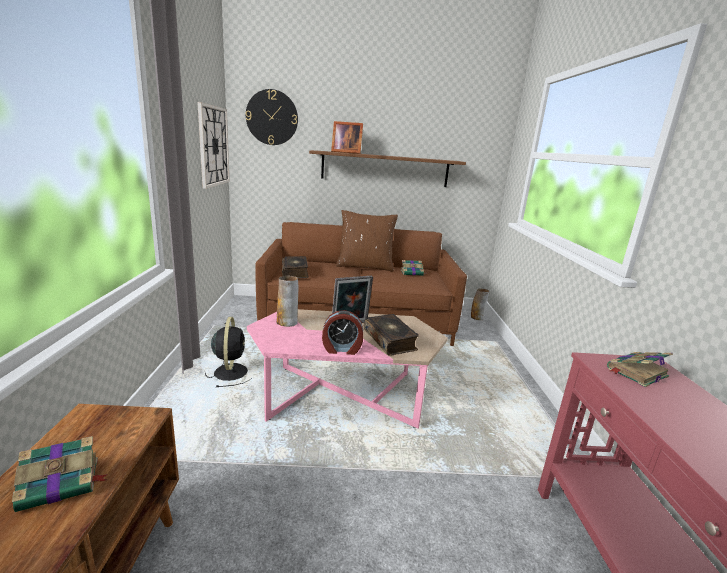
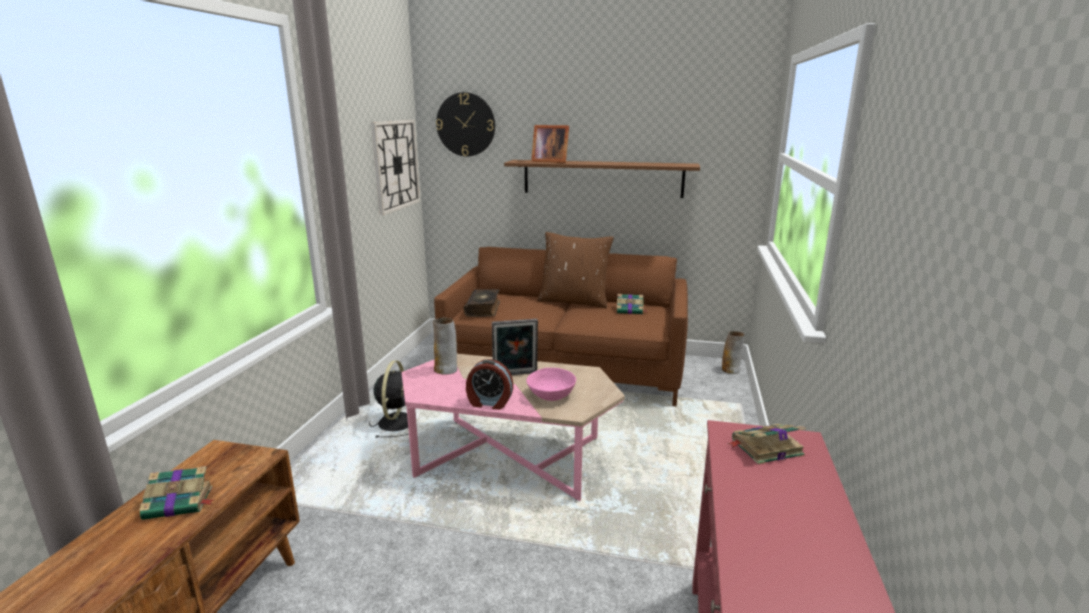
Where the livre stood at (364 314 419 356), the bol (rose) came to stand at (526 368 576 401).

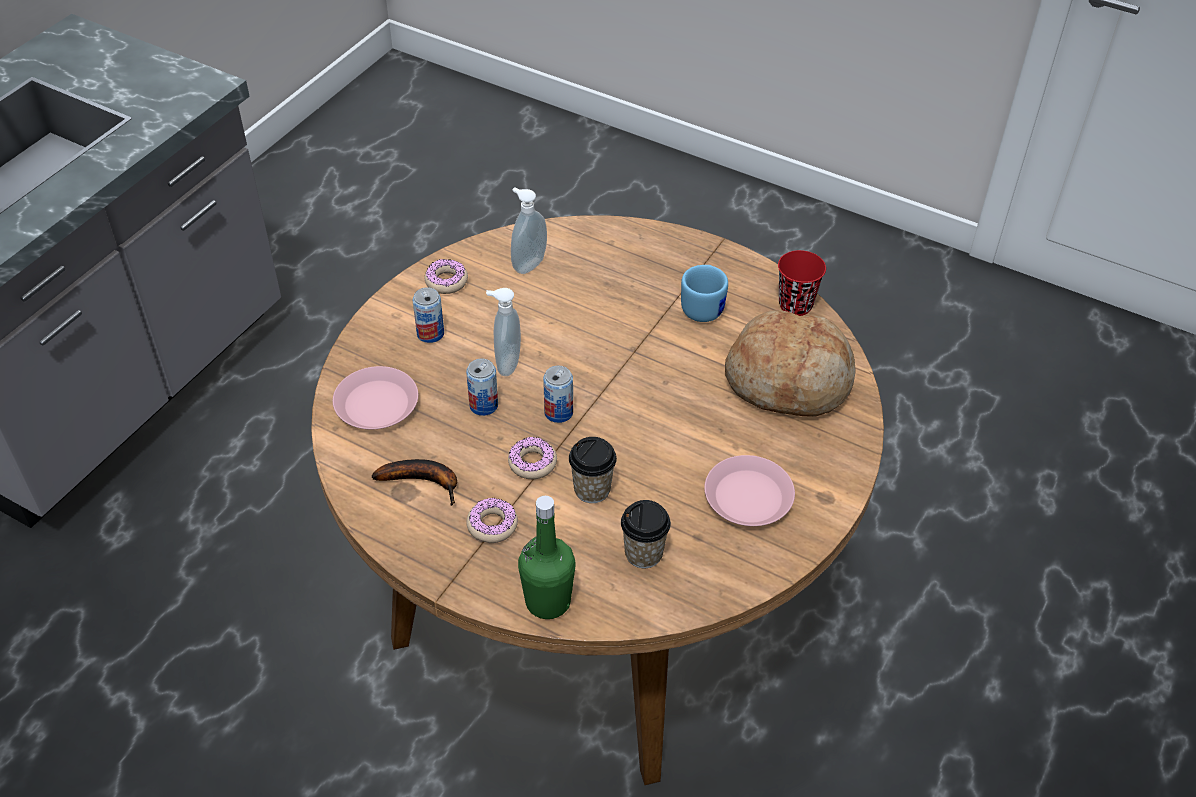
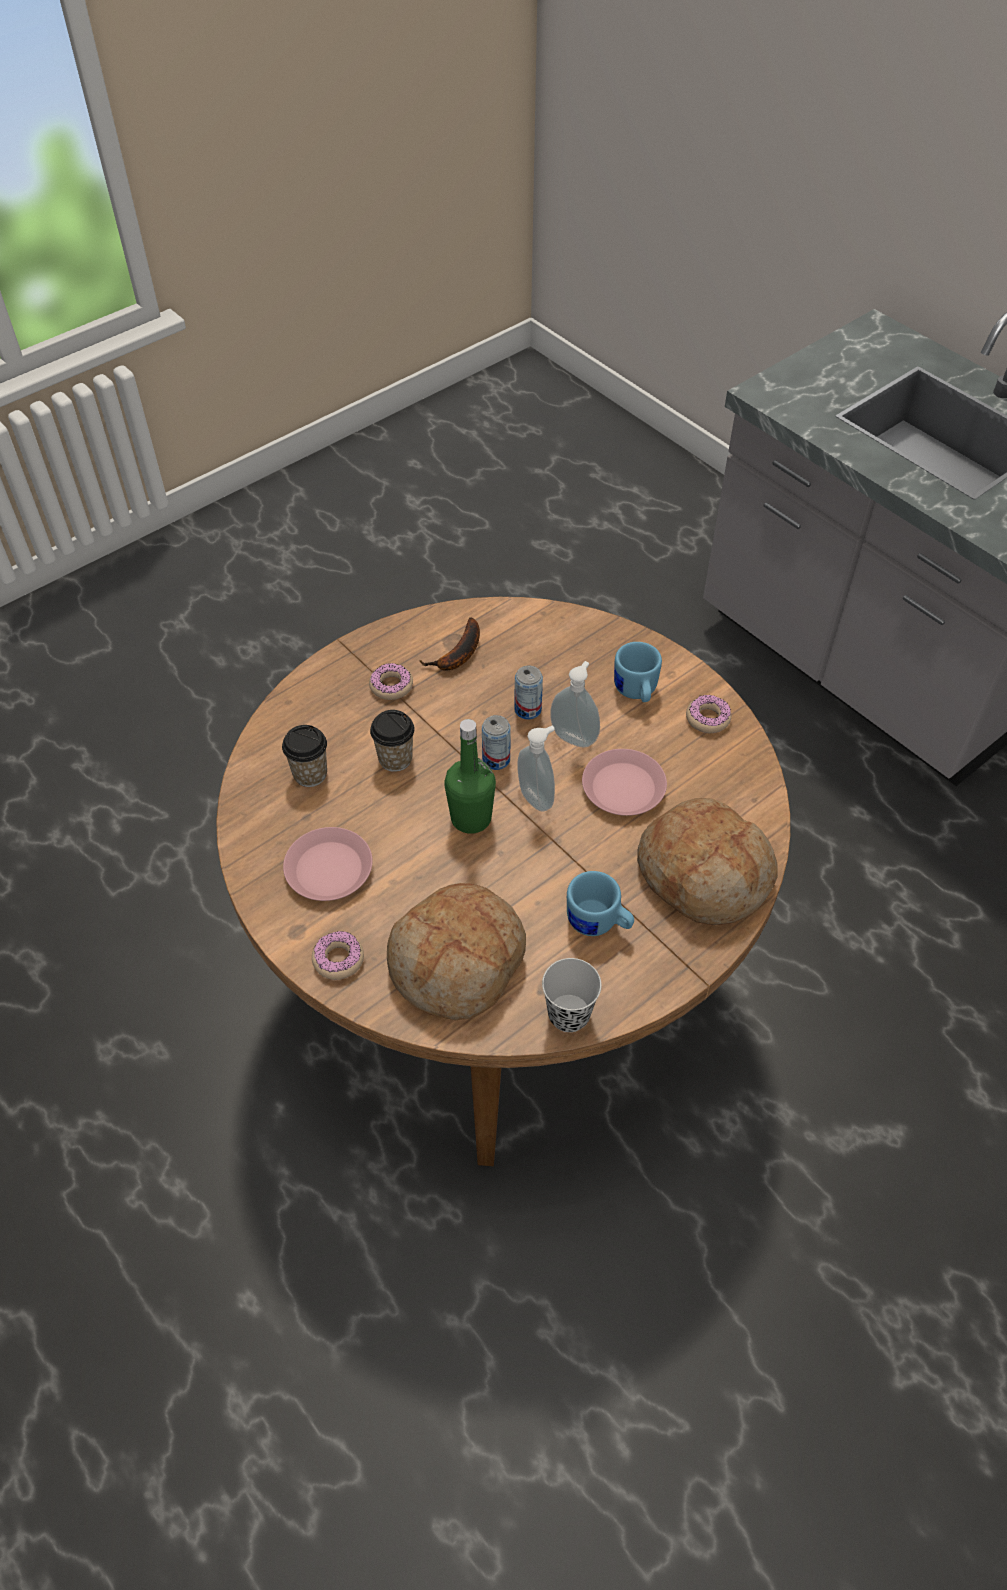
The second view gained the pain at (637 798 778 925). The assiette (rose) ended up elsewhere, having gone from (333 366 418 429) to (582 749 667 816). The beignet ended up elsewhere, having gone from (508 437 557 479) to (312 931 364 980). The distributeur de savon ended up elsewhere, having gone from (511 187 547 274) to (517 726 555 812). The bouteille (vert) ended up elsewhere, having gone from (518 496 576 619) to (444 719 496 834). Where the boîte métallique stood at (413 287 444 343), the mug (bleu) came to stand at (614 642 662 702). What was the tasse (rouge) at (778 250 826 316) turned into the tasse (noir) at (542 958 602 1032).

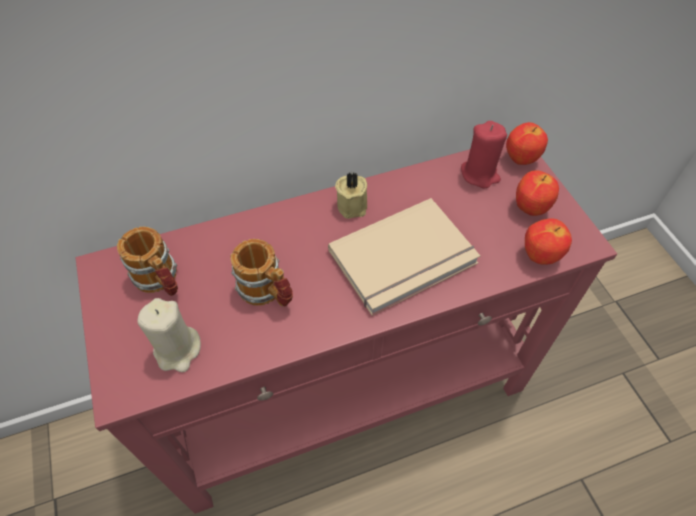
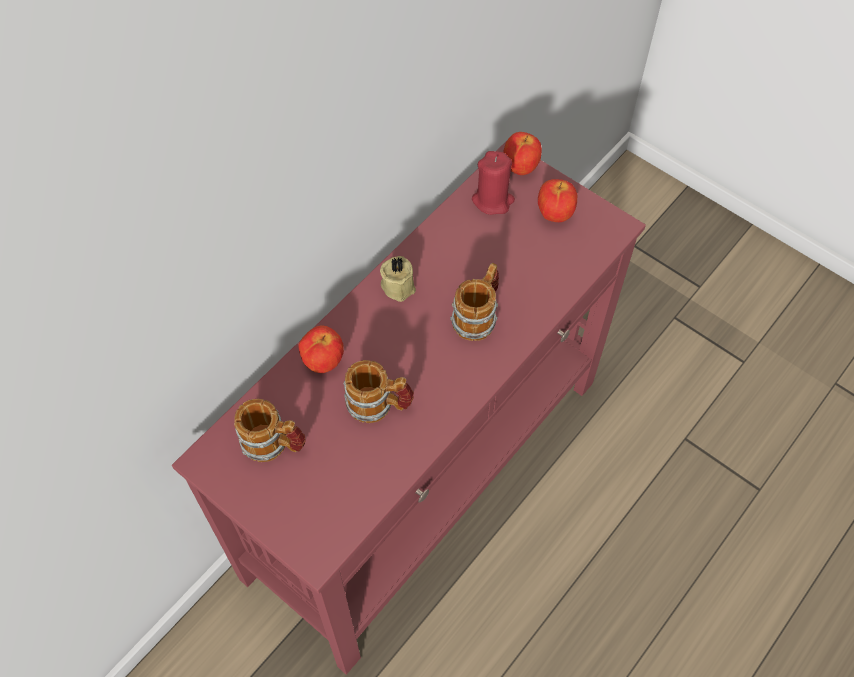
The second view lost the bougie (beige) at (138 298 201 372). The pomme ended up elsewhere, having gone from (525 219 572 265) to (298 326 344 373). Where the livre (beige) stood at (328 198 480 316), the mug came to stand at (450 263 499 341).

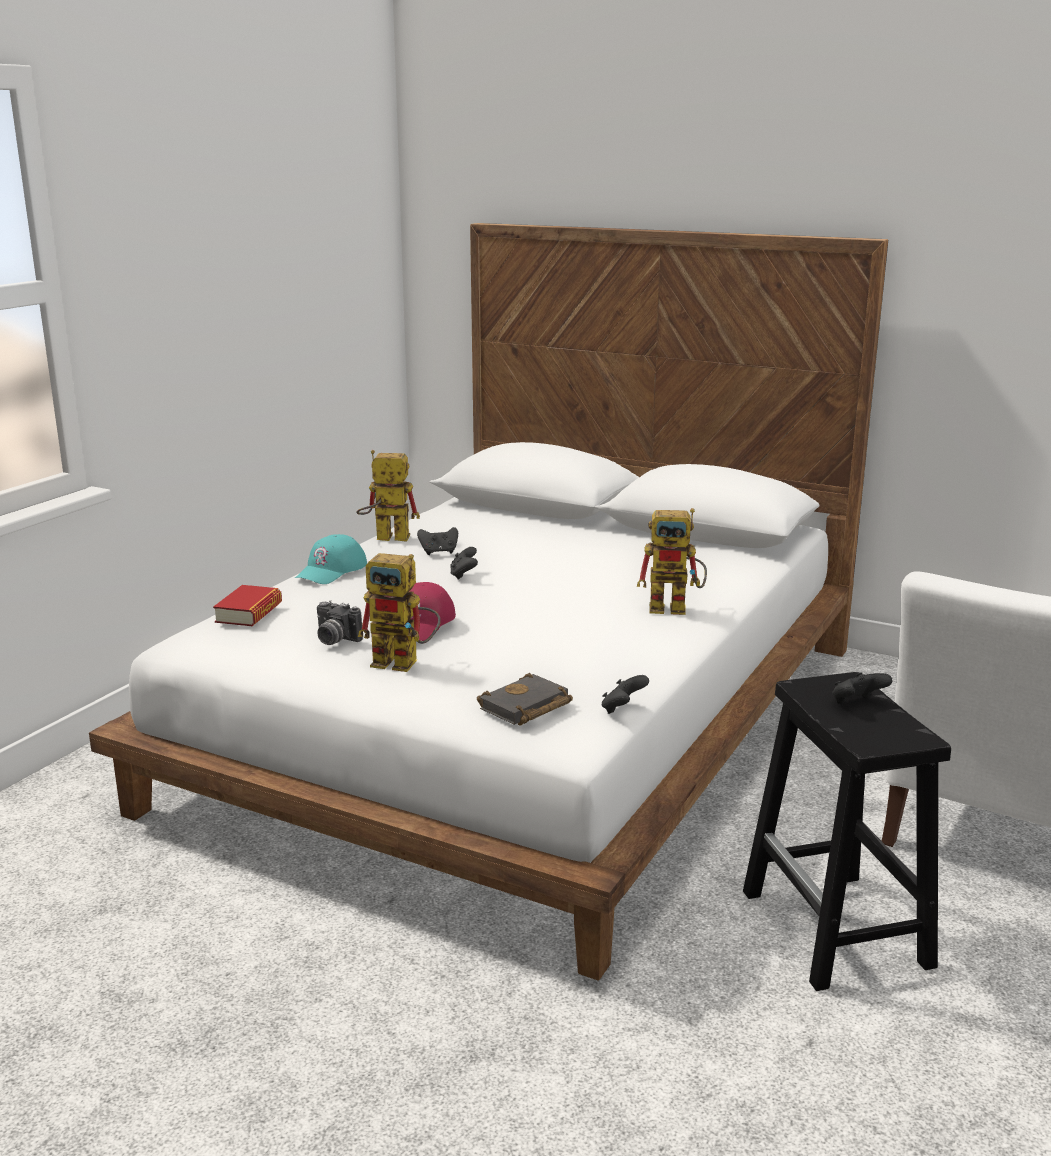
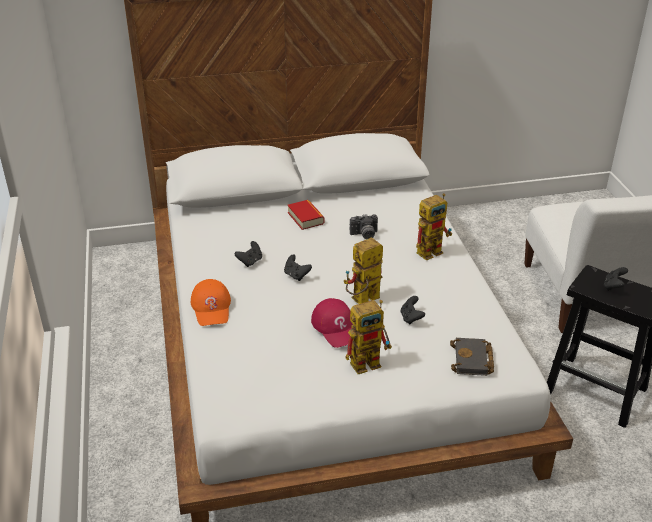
The livre ended up elsewhere, having gone from (213 585 282 626) to (287 200 324 230). The appareil photo ended up elsewhere, having gone from (317 601 363 645) to (350 214 378 239). The robot jouet ended up elsewhere, having gone from (357 450 420 542) to (344 237 383 304). The manette (noir) ended up elsewhere, having gone from (602 675 649 714) to (400 296 425 325). What was the casquette (turquoise) at (295 534 367 584) turned into the casquette (orange) at (191 279 231 326).

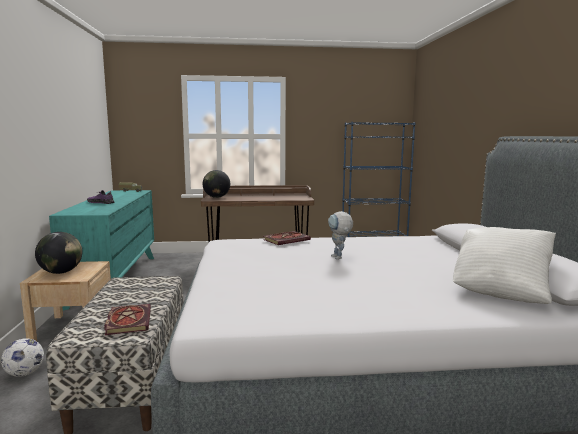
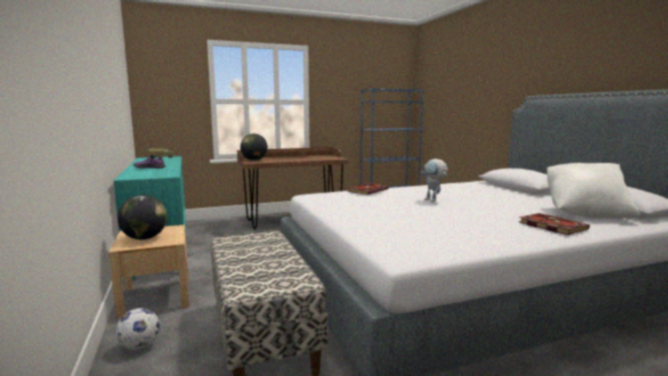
The livre ended up elsewhere, having gone from (104 304 151 335) to (519 213 590 235).

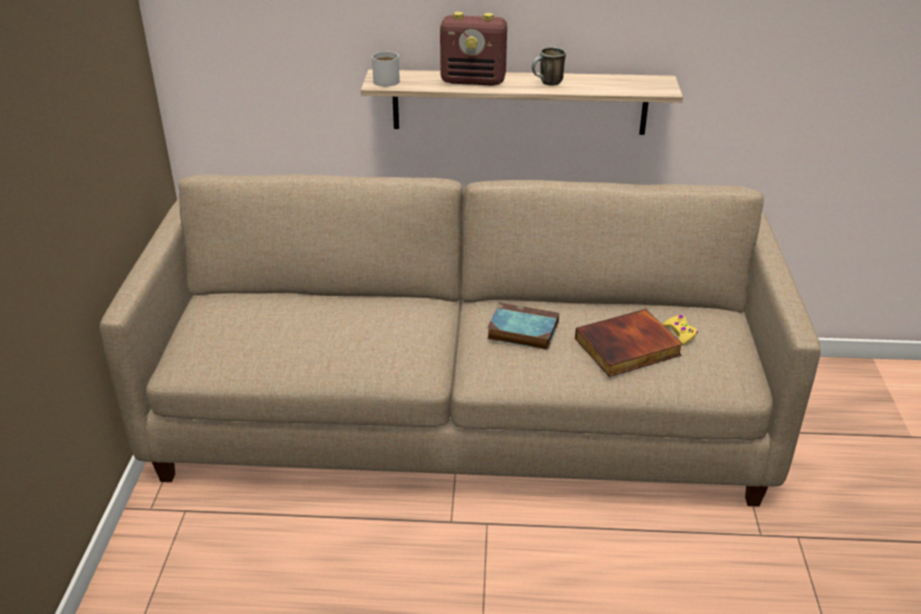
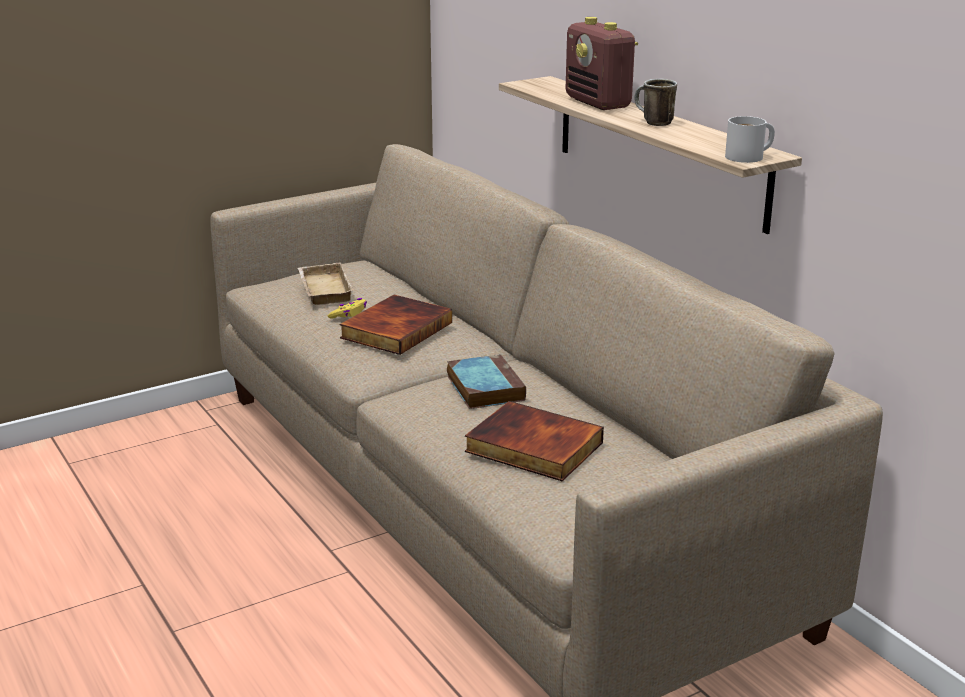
The second view gained the plateau (beige) at (298 262 354 305). The second view gained the livre at (340 295 452 355). The mug (blanc) ended up elsewhere, having gone from (372 52 400 87) to (725 116 775 163). The manette (jaune) ended up elsewhere, having gone from (663 315 698 345) to (328 298 367 319).

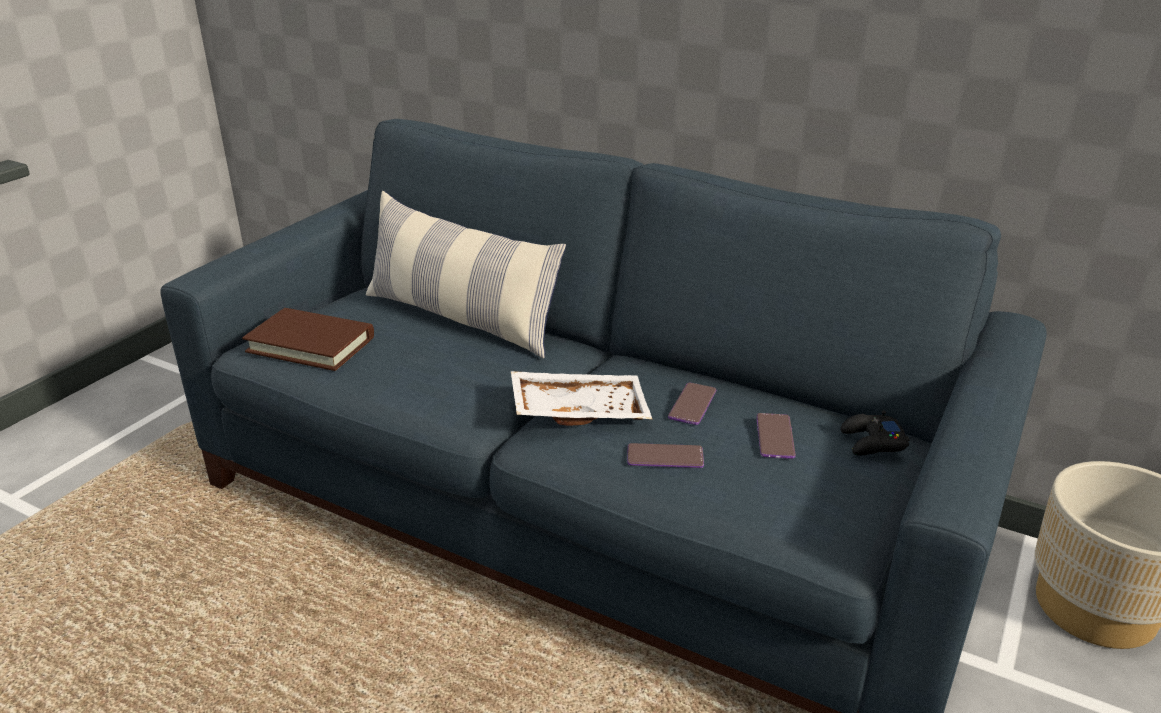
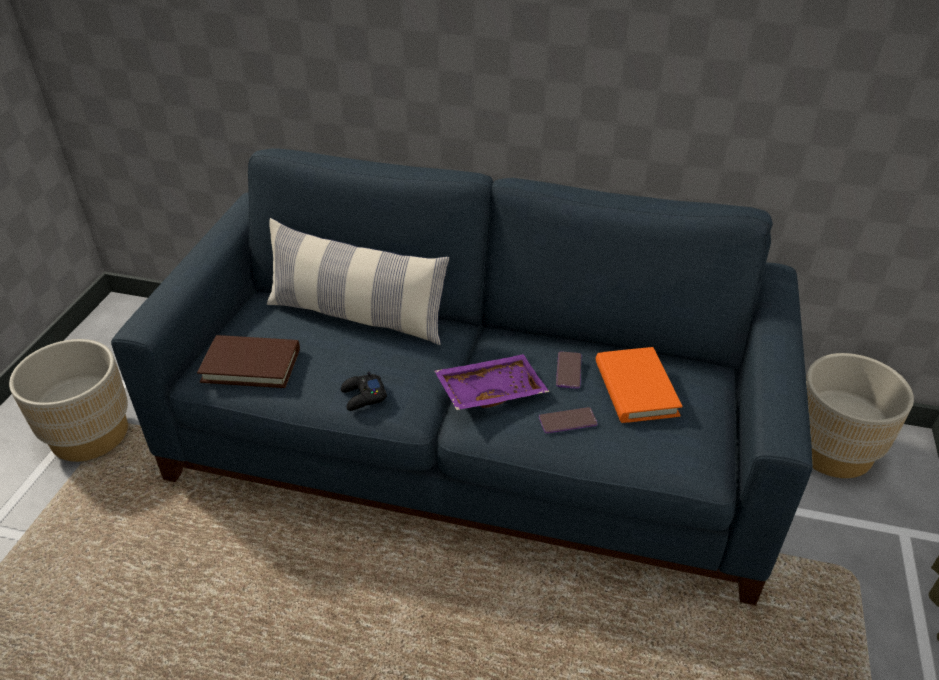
The second view gained the cache-pot (beige) at (9 339 128 462). The manette (noir) ended up elsewhere, having gone from (840 410 910 456) to (341 372 387 411). Where the téléphone stood at (757 413 796 459), the livre (orange) came to stand at (596 347 683 423). What was the plateau (blanc) at (511 371 652 426) turned into the plateau (violet) at (434 354 549 410).

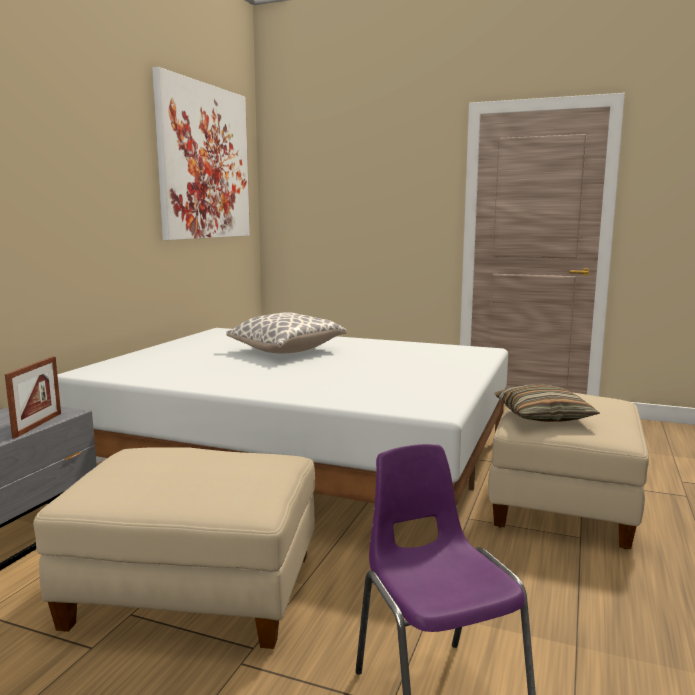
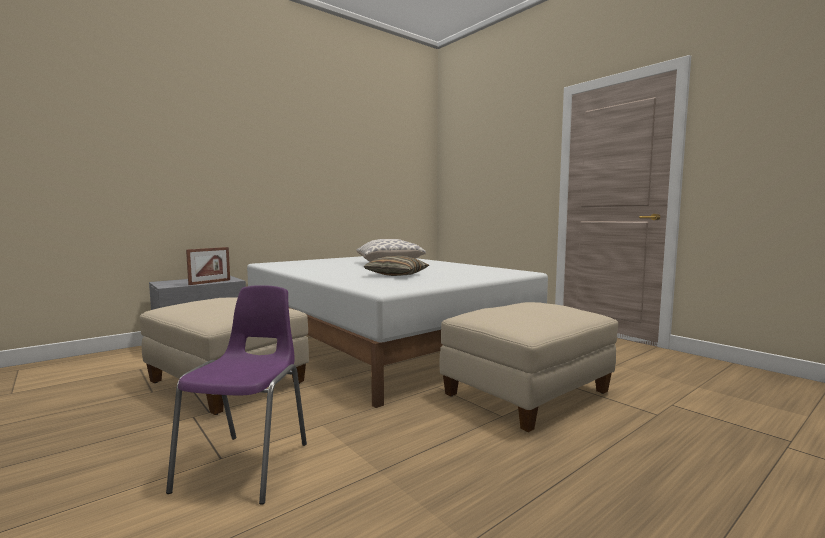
The second view lost the tableau at (152 67 250 240). The coussin ended up elsewhere, having gone from (494 385 600 422) to (363 256 429 276).

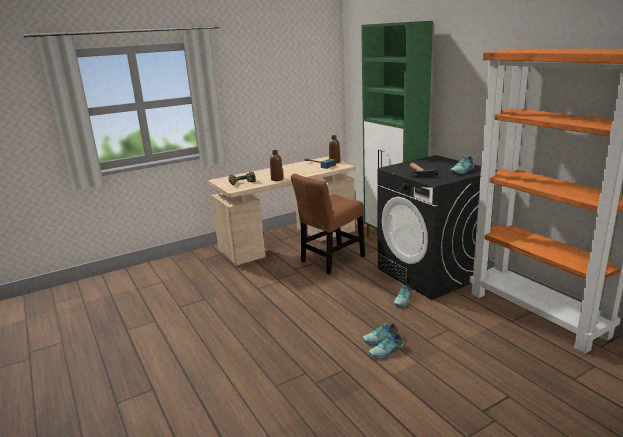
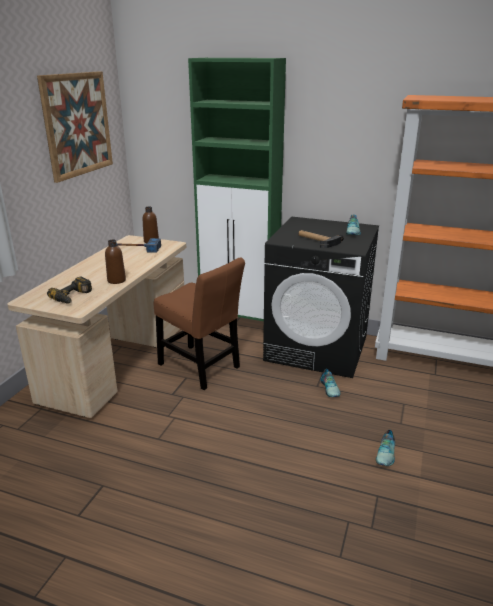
The second view lost the chaussure at (362 323 399 345). The second view gained the tableau at (37 71 113 183). The chaise (marron) at (291 174 365 274) ended up facing another way, 60 degrees counterclockwise from before.

